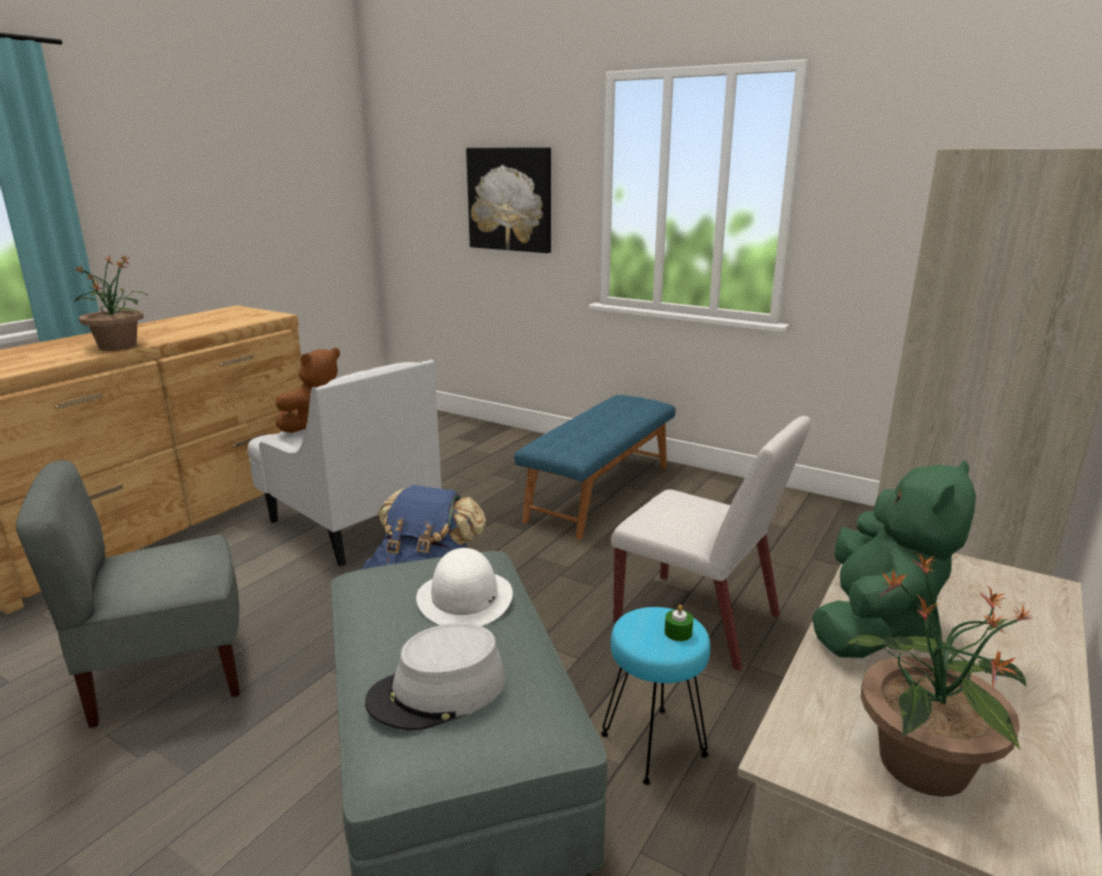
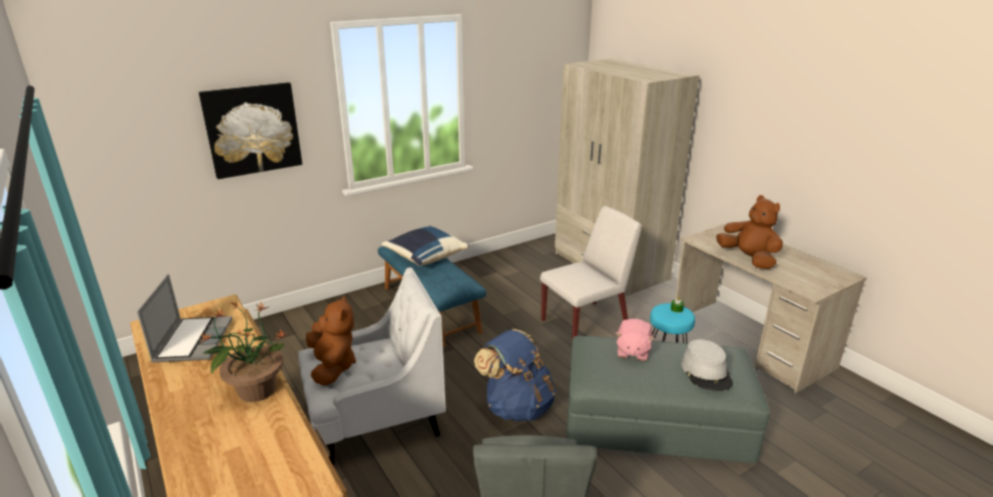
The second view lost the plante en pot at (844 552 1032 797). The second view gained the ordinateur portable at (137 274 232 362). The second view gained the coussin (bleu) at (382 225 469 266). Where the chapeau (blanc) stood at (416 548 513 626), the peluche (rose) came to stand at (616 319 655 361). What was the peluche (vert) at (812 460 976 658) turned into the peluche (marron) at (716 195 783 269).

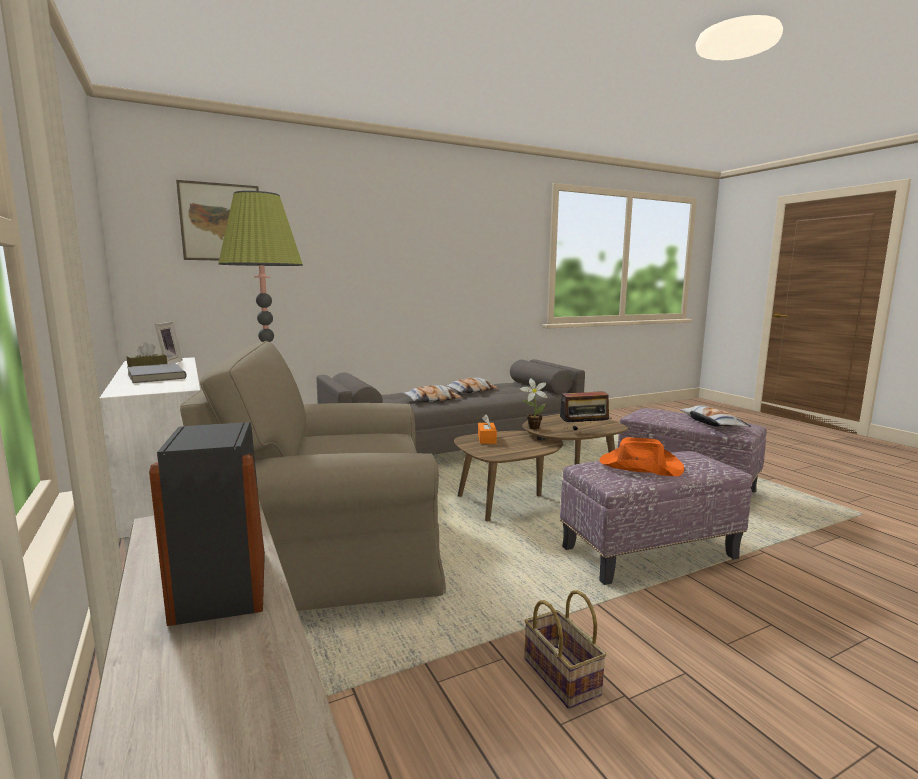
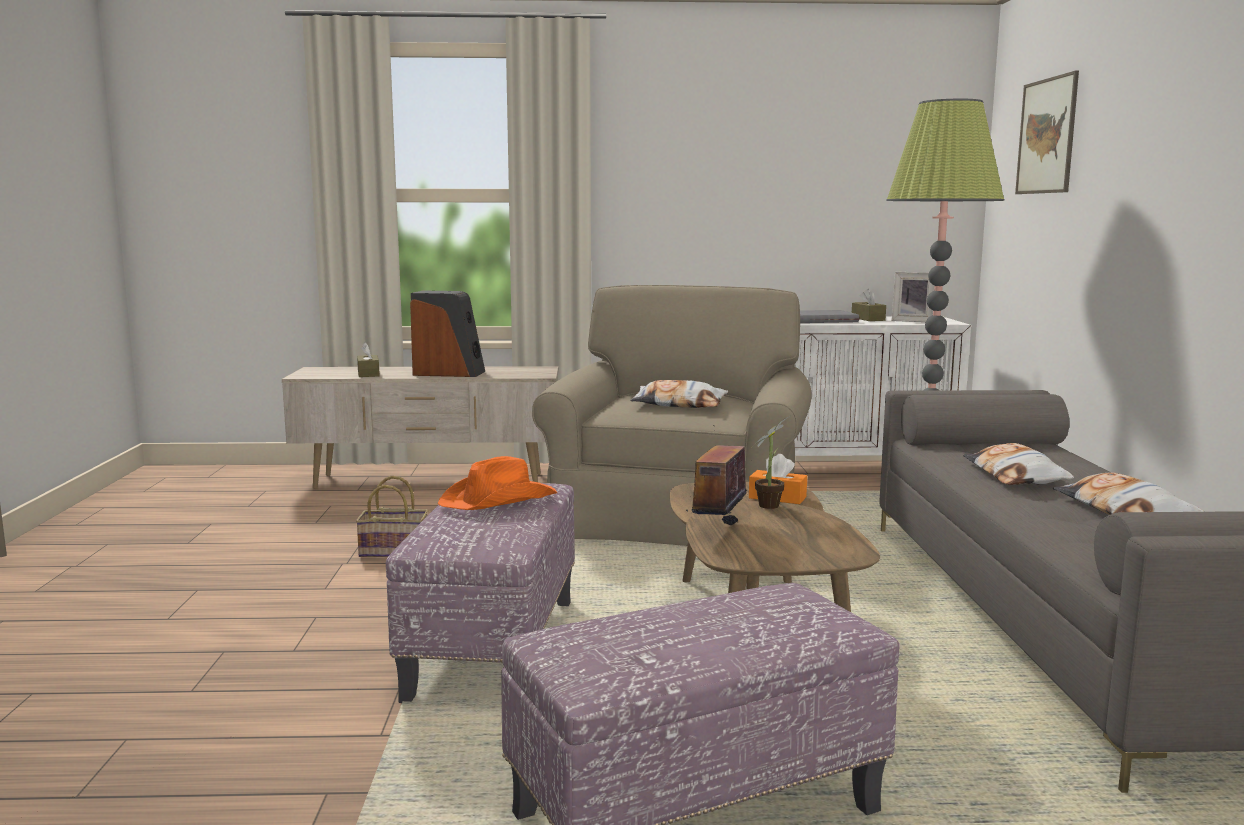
The second view gained the boîte à mouchoirs (marron) at (357 342 380 377). The coussin ended up elsewhere, having gone from (680 406 751 427) to (630 380 728 408).

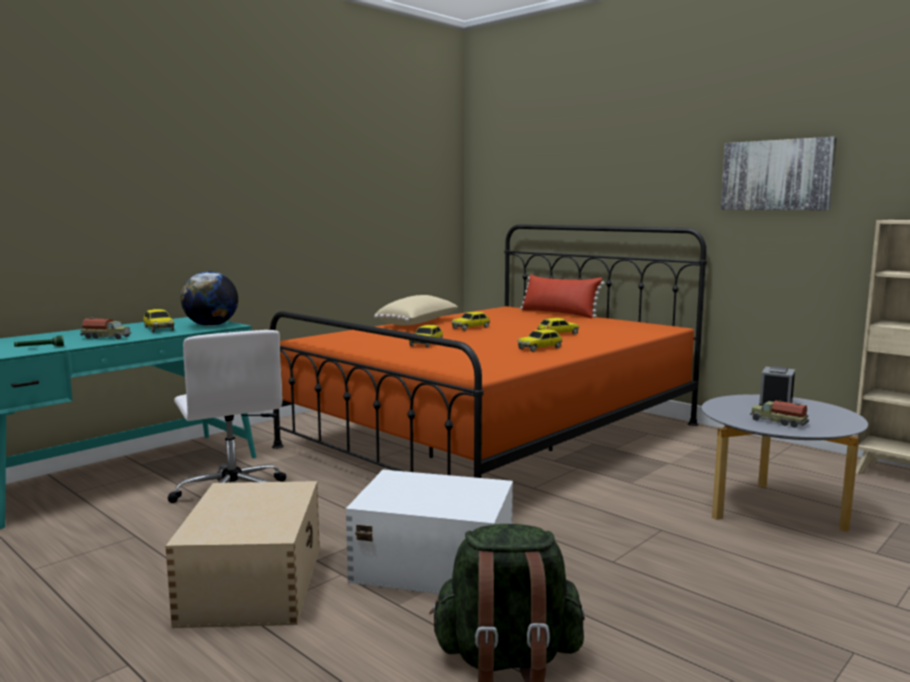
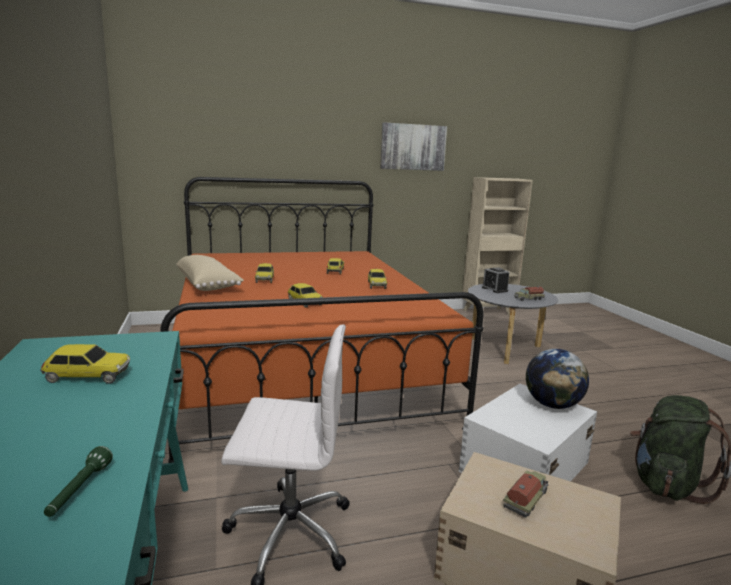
The second view lost the coussin (rouge) at (520 274 605 318). The camion jouet ended up elsewhere, having gone from (80 318 131 340) to (503 471 549 518). The globe ended up elsewhere, having gone from (181 271 238 326) to (526 349 589 409).

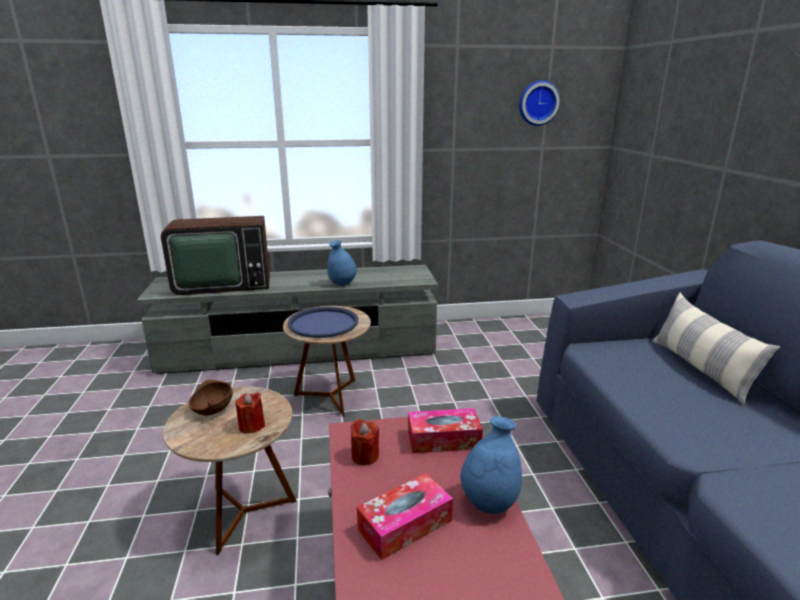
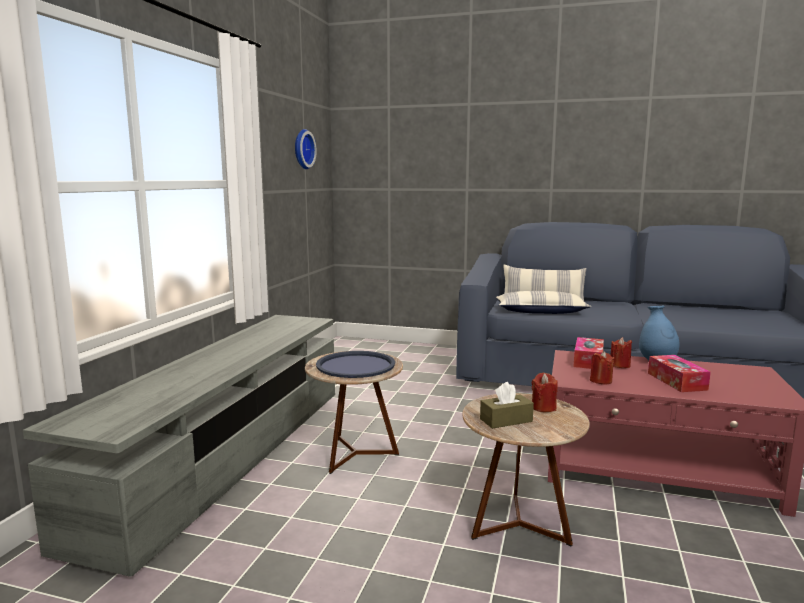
The second view lost the téléviseur at (161 216 270 295). The second view lost the vase (bleu) at (327 240 357 286). The second view gained the coussin at (496 291 591 314). The second view gained the bougie (rouge) at (610 337 632 368). Where the bol (marron) stood at (189 380 233 415), the boîte à mouchoirs (marron) came to stand at (480 382 534 429).

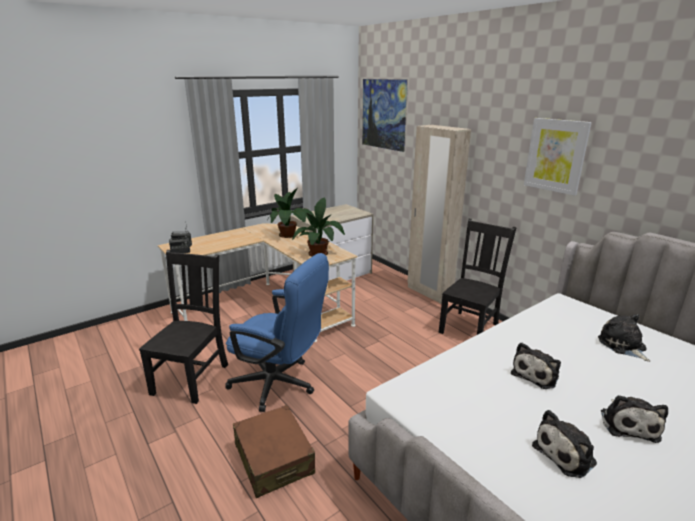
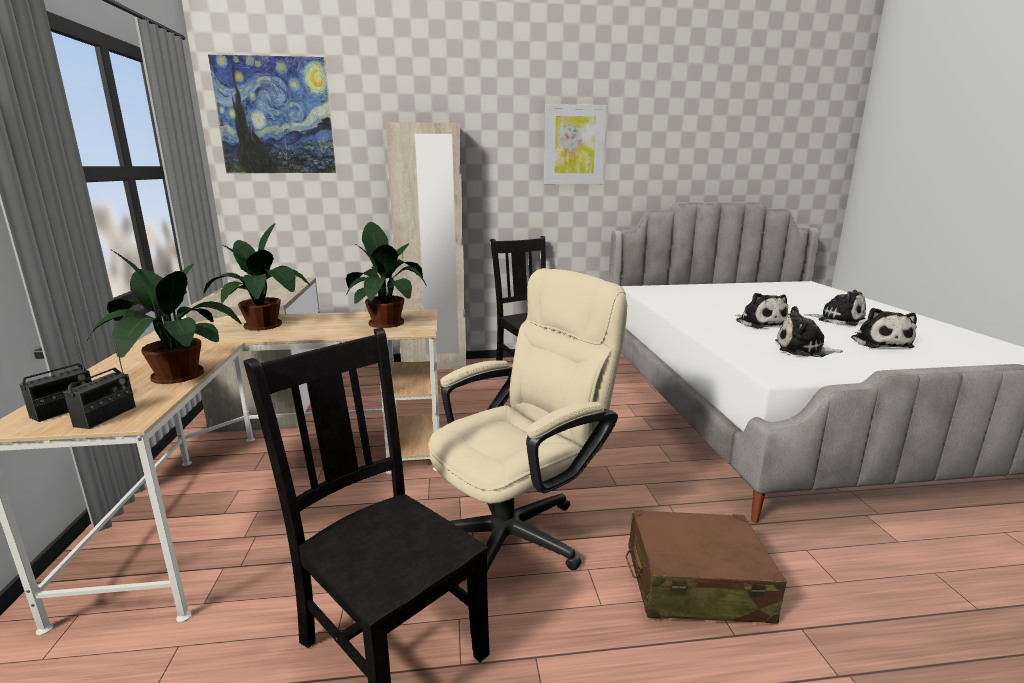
The second view gained the plante en pot at (87 249 241 384). The peluche ended up elsewhere, having gone from (598 314 650 362) to (775 306 843 357). What was the chaise de bureau (bleu) at (225 253 329 412) turned into the chaise de bureau (beige) at (428 268 627 572).

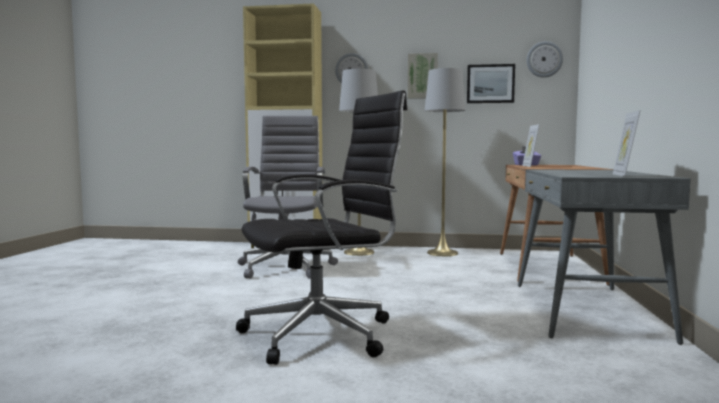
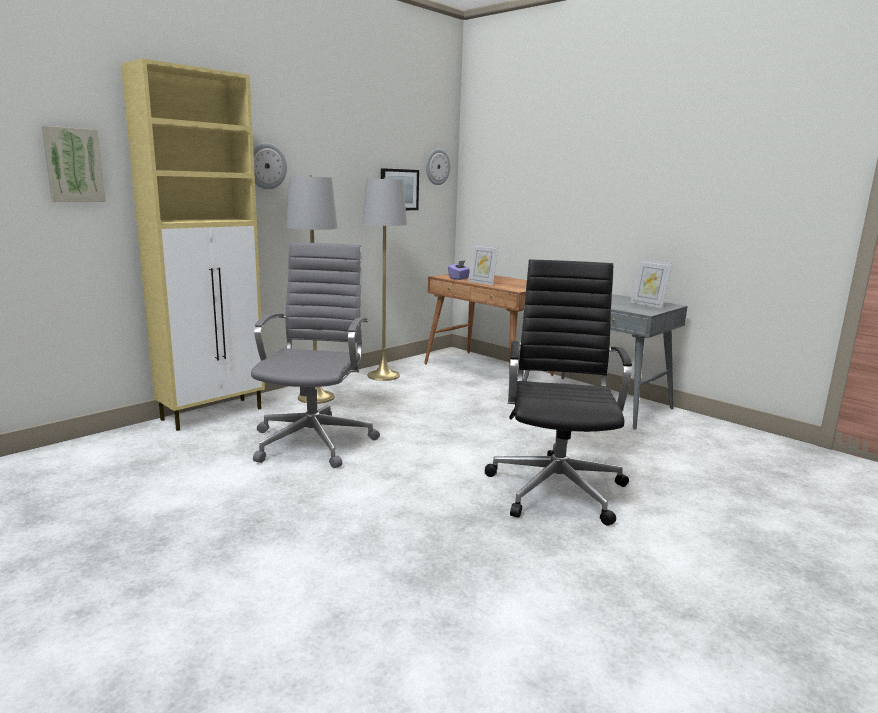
The tableau ended up elsewhere, having gone from (408 53 438 99) to (42 126 106 202). The chaise de bureau (gris) at (238 116 338 279) ended up facing another way, 60 degrees clockwise from before.

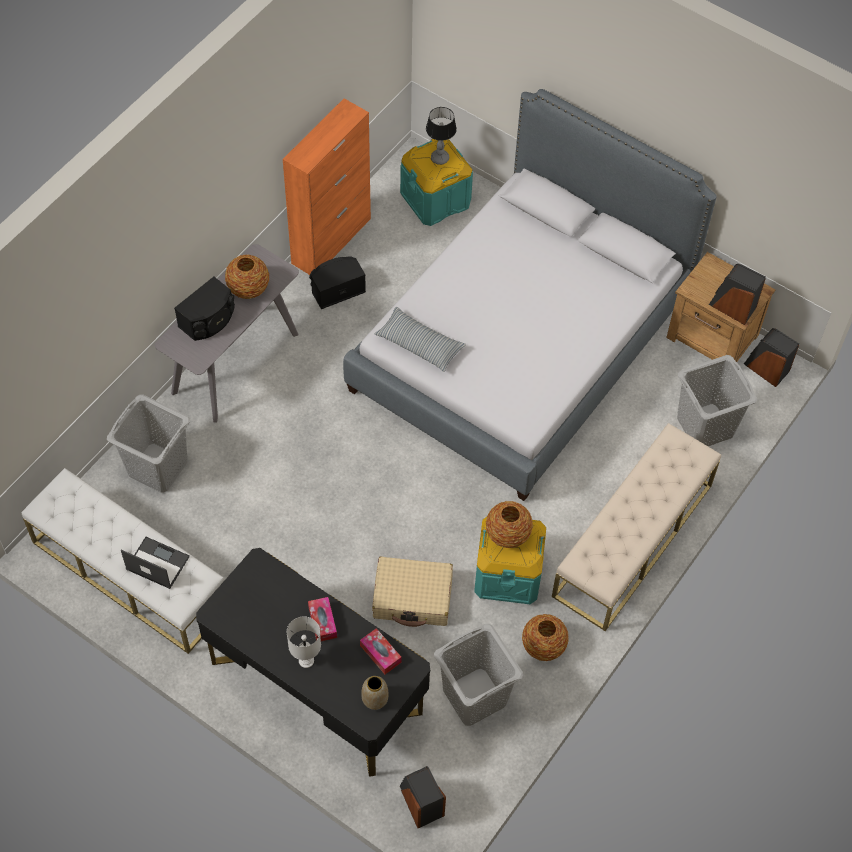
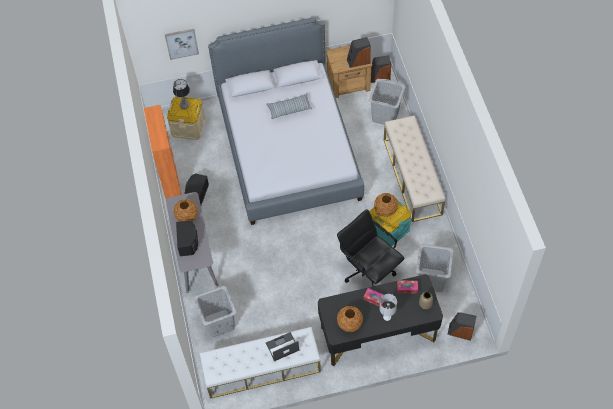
The second view gained the tableau at (165 29 199 60). The coussin ended up elsewhere, having gone from (374 307 466 372) to (266 93 312 119). The vase ended up elsewhere, having gone from (522 614 569 661) to (337 306 363 332). Where the valise (beige) stood at (372 556 453 627), the chaise de bureau (noir) came to stand at (337 209 405 286). What was the boîte de rangement (turquoise) at (400 139 473 226) turned into the boîte de rangement (beige) at (167 96 206 140).

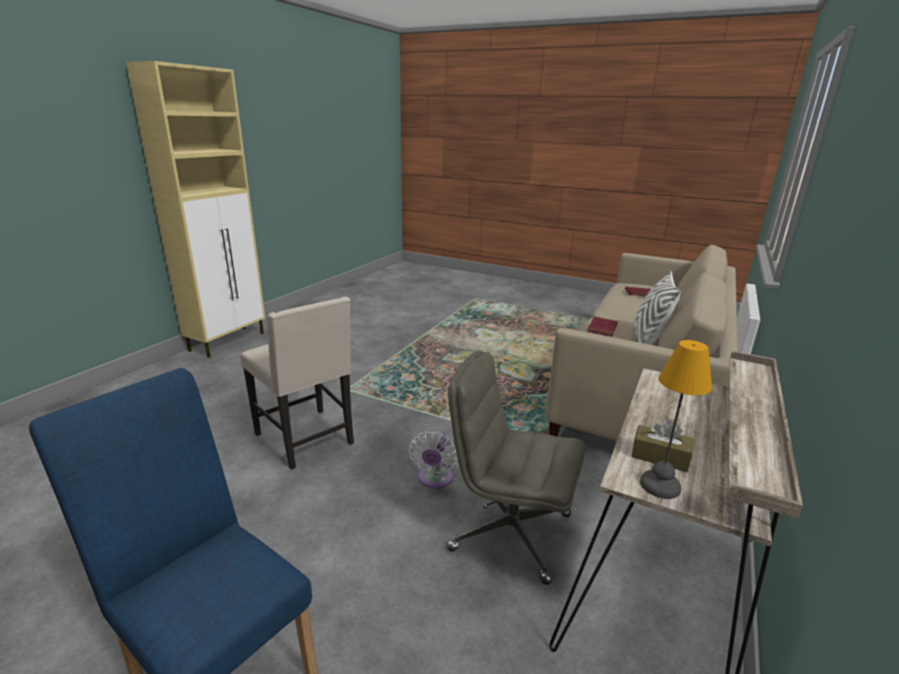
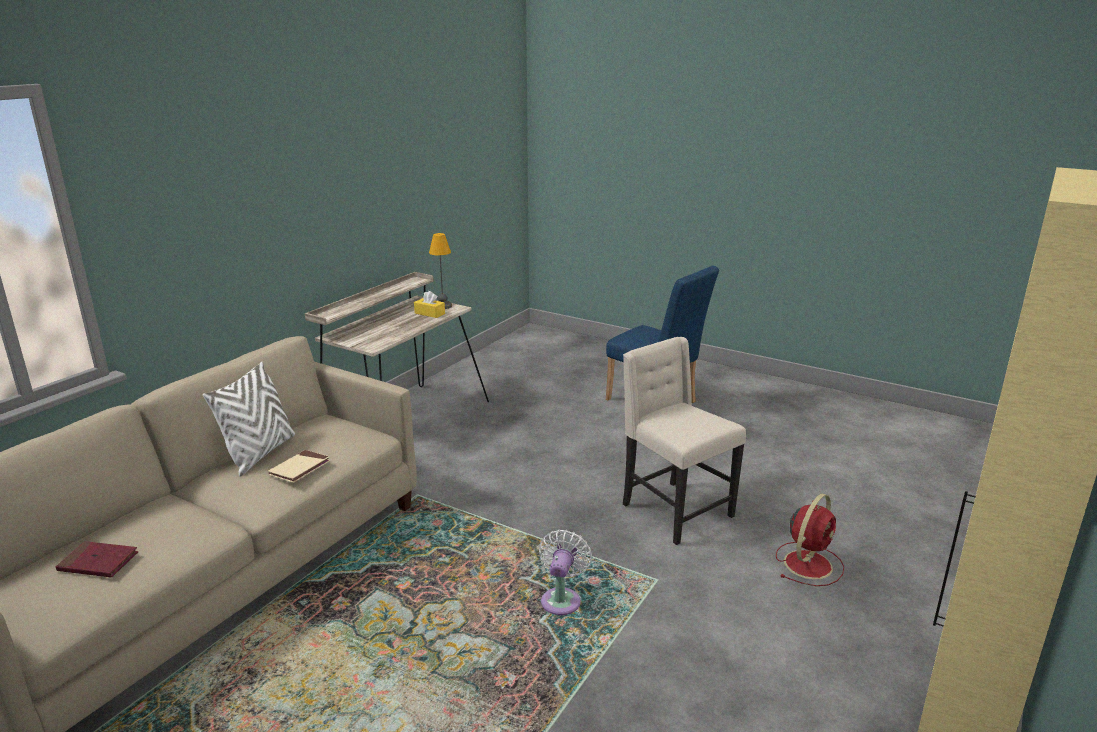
The second view lost the chaise de bureau (gris) at (447 351 585 585). The second view gained the ventilateur (rouge) at (776 493 844 586). The ventilateur (blanc) ended up elsewhere, having gone from (409 431 457 489) to (539 530 592 615). What was the livre (rouge) at (587 317 618 337) turned into the livre (beige) at (268 450 330 483). What was the boîte à mouchoirs (marron) at (632 420 694 472) turned into the boîte à mouchoirs (jaune) at (414 291 445 318).

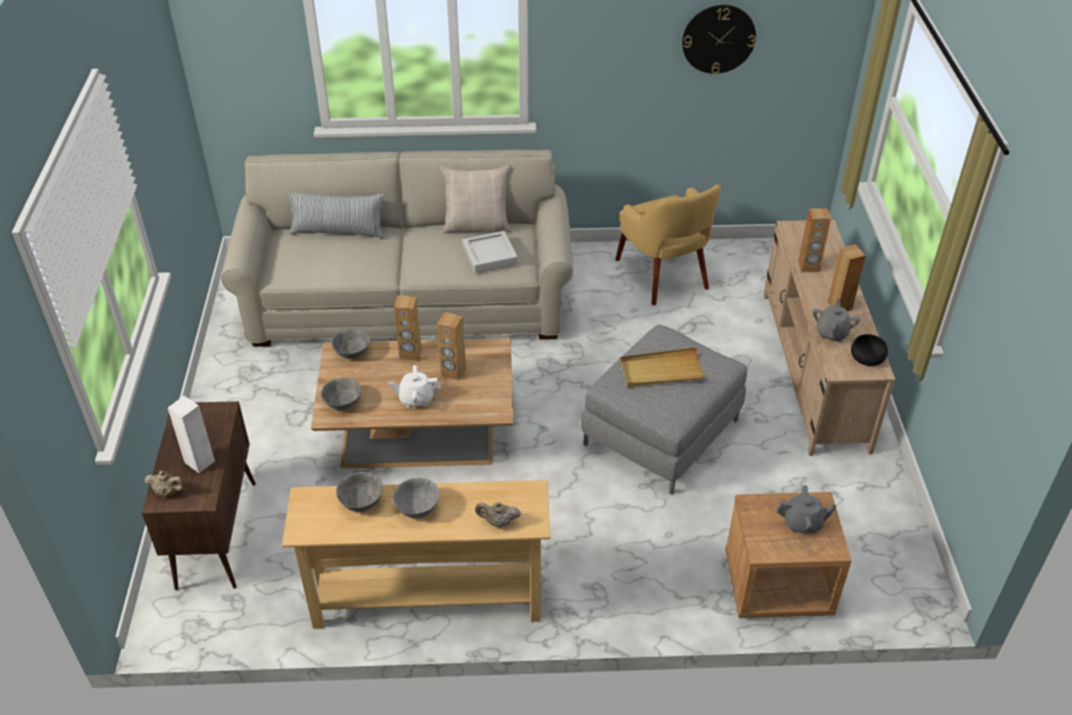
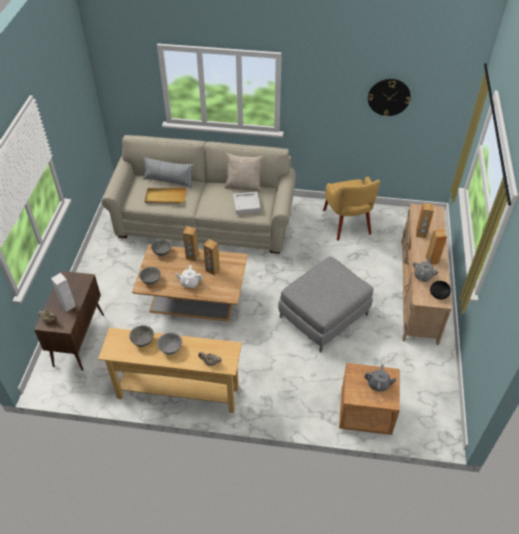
The plateau (beige) ended up elsewhere, having gone from (620 347 707 388) to (144 188 186 203).

